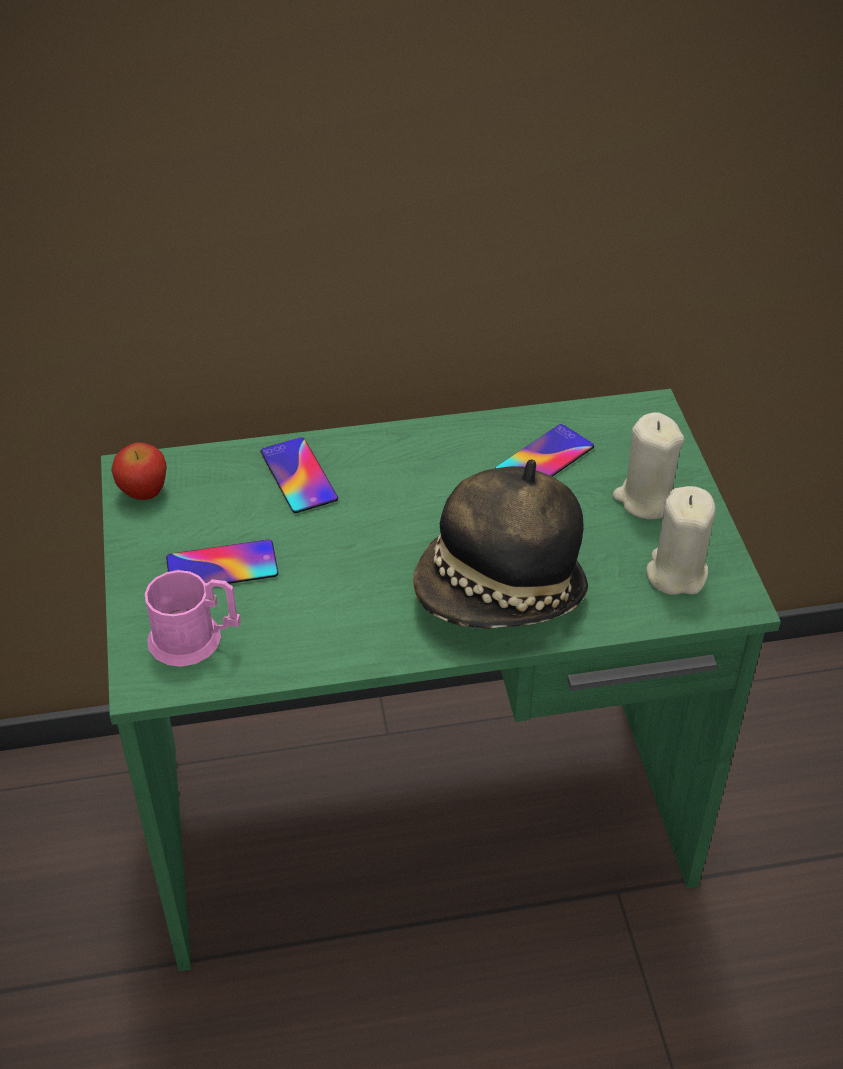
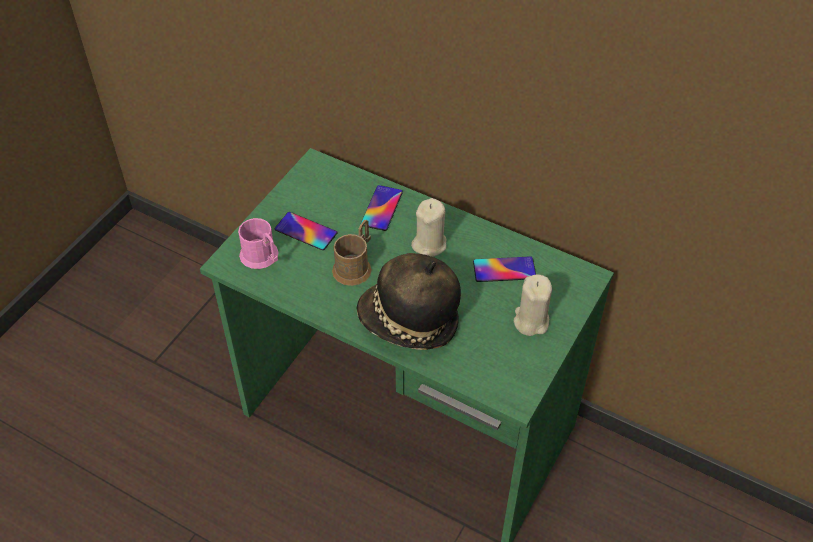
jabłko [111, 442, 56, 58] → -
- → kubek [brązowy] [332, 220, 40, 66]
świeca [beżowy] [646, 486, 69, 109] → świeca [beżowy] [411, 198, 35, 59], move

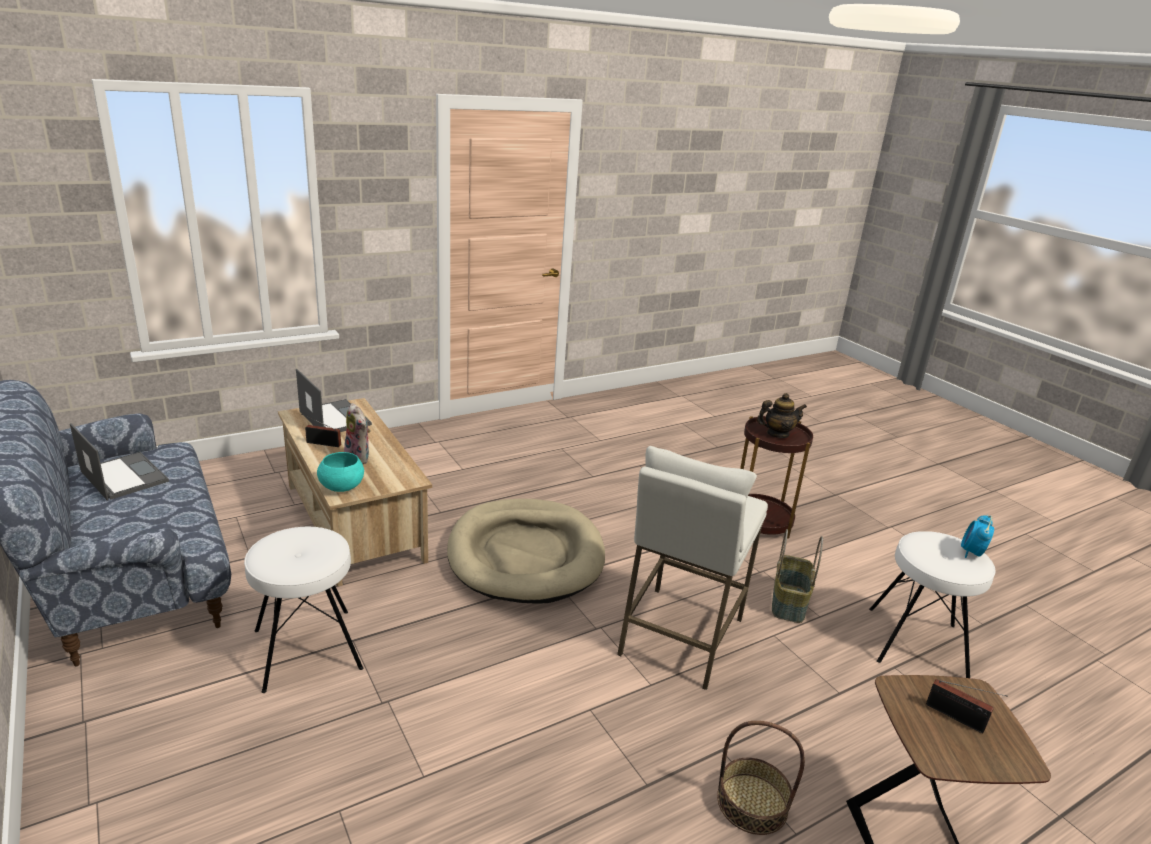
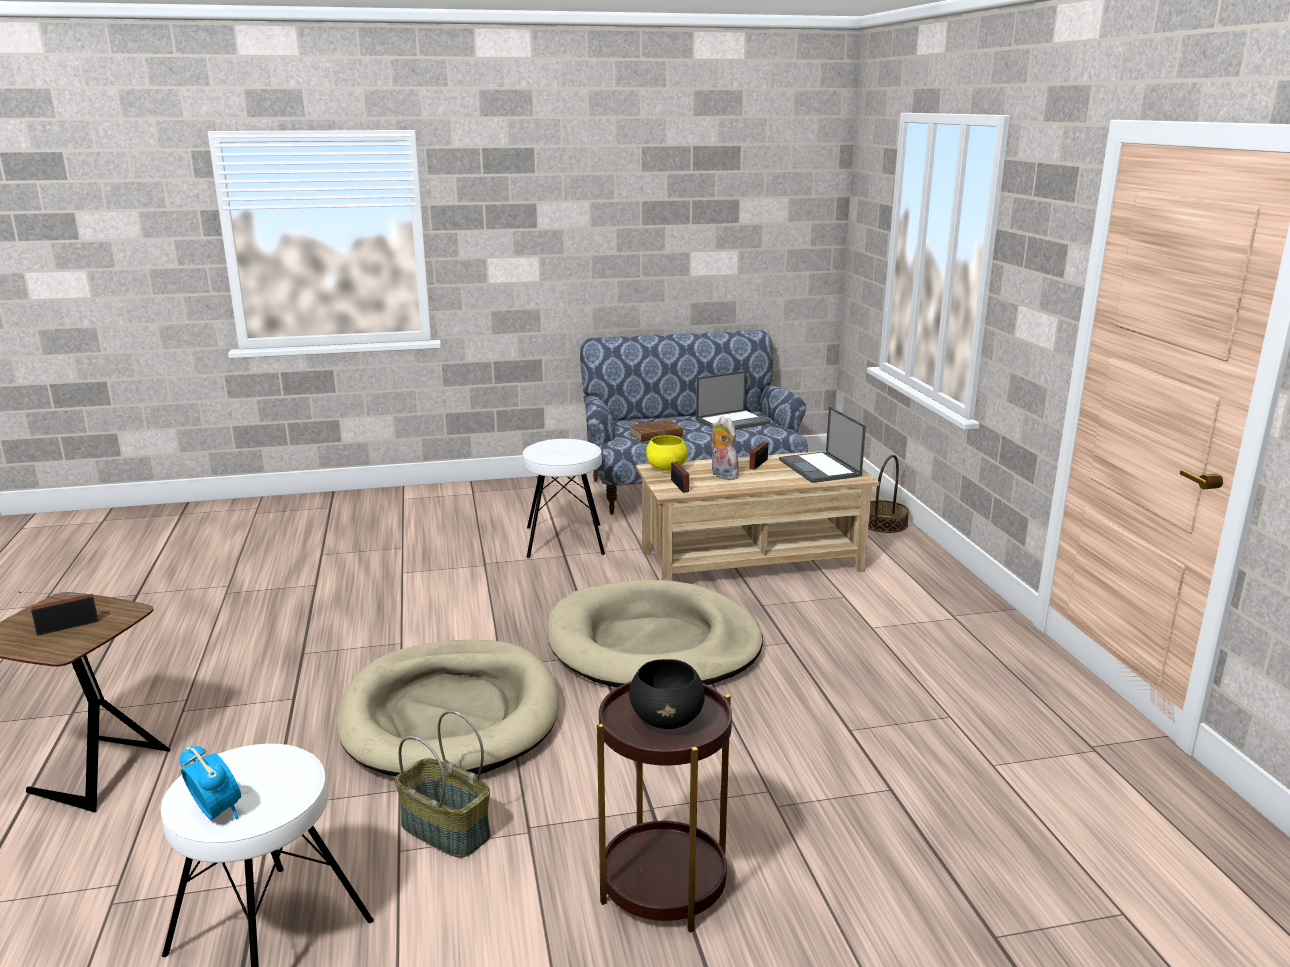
- → książka [brązowy] [629, 420, 54, 22]
- → radio [671, 461, 19, 32]
koszyk [717, 721, 88, 114] → koszyk [868, 455, 41, 78], move
stołek [biały] [617, 446, 151, 244] → legowisko [beżowy] [336, 639, 223, 137]
imbryk [757, 393, 50, 45] → miska [czarny] [629, 659, 76, 70]
miska [turkusowy] [317, 452, 47, 40] → miska [żółty] [646, 435, 42, 36]
laptop [296, 369, 76, 63] → laptop [779, 406, 87, 77], 90 degrees clockwise
pluszak [344, 403, 26, 61] → pluszak [711, 416, 28, 64], 75 degrees clockwise

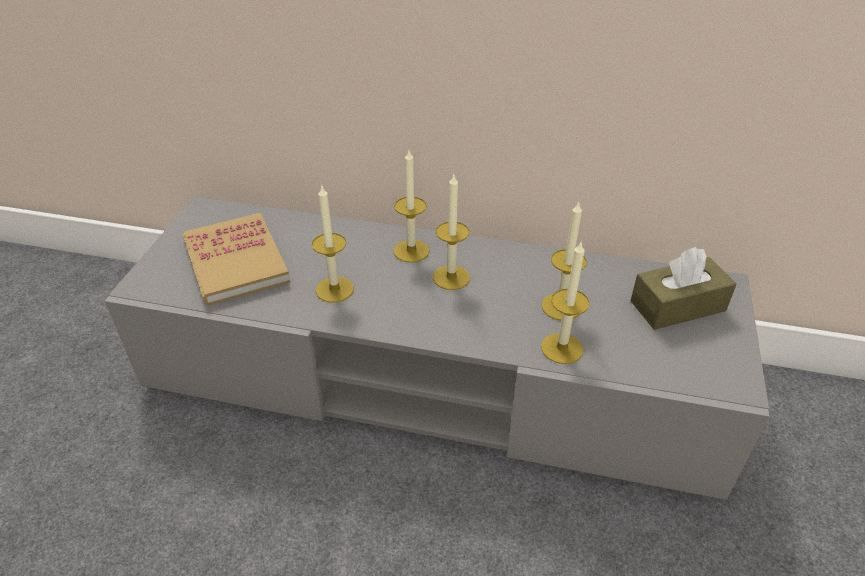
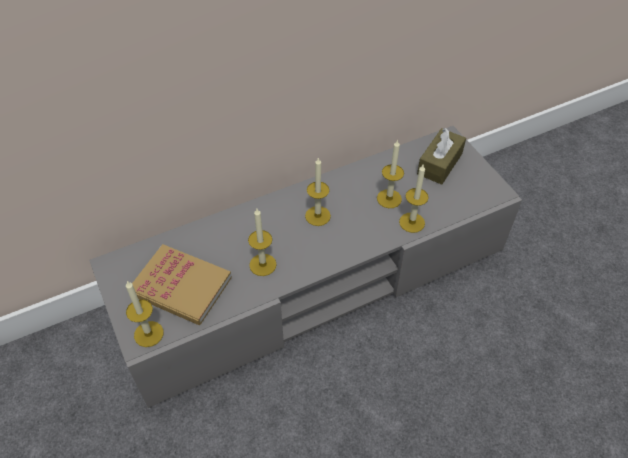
świeca [394, 150, 35, 113] → świeca [126, 281, 38, 66], move

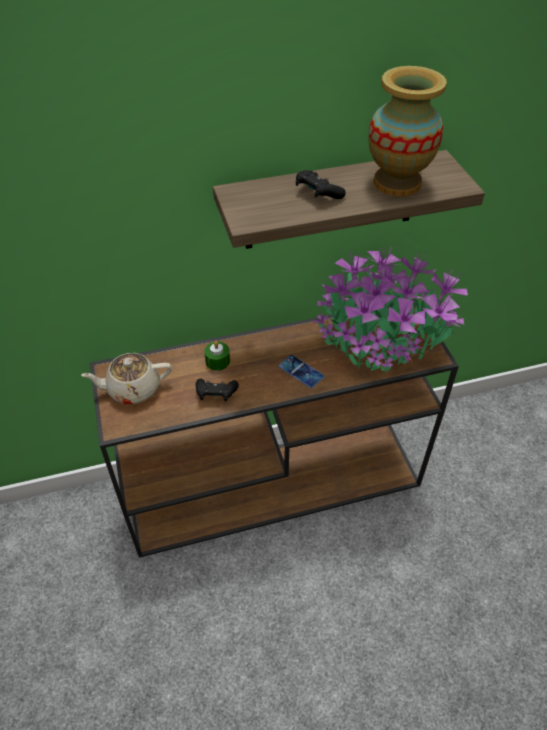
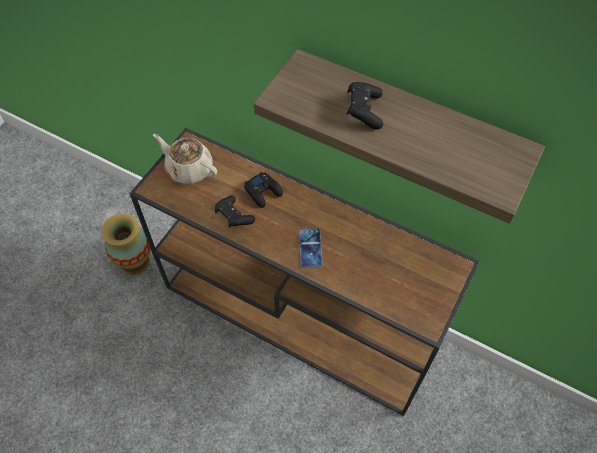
roślina doniczkowa [313, 247, 155, 125] → -
wazon [369, 66, 78, 130] → wazon [101, 213, 49, 62], move
świeca [zielony] [204, 341, 26, 30] → pad do gier [czarny] [244, 172, 39, 36]

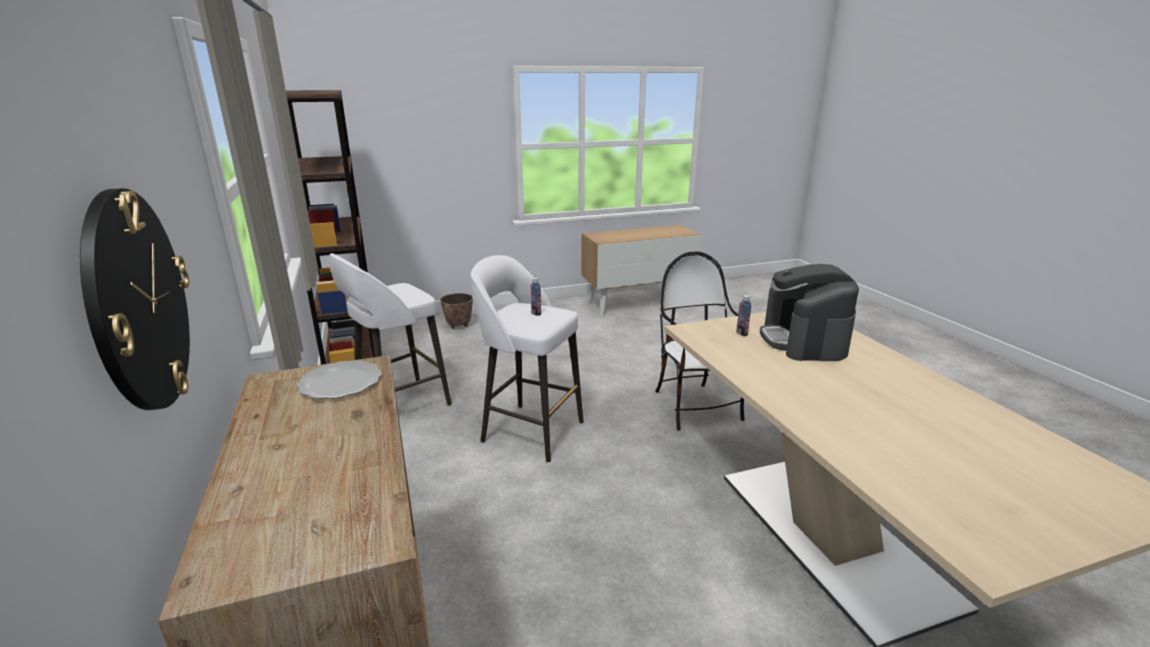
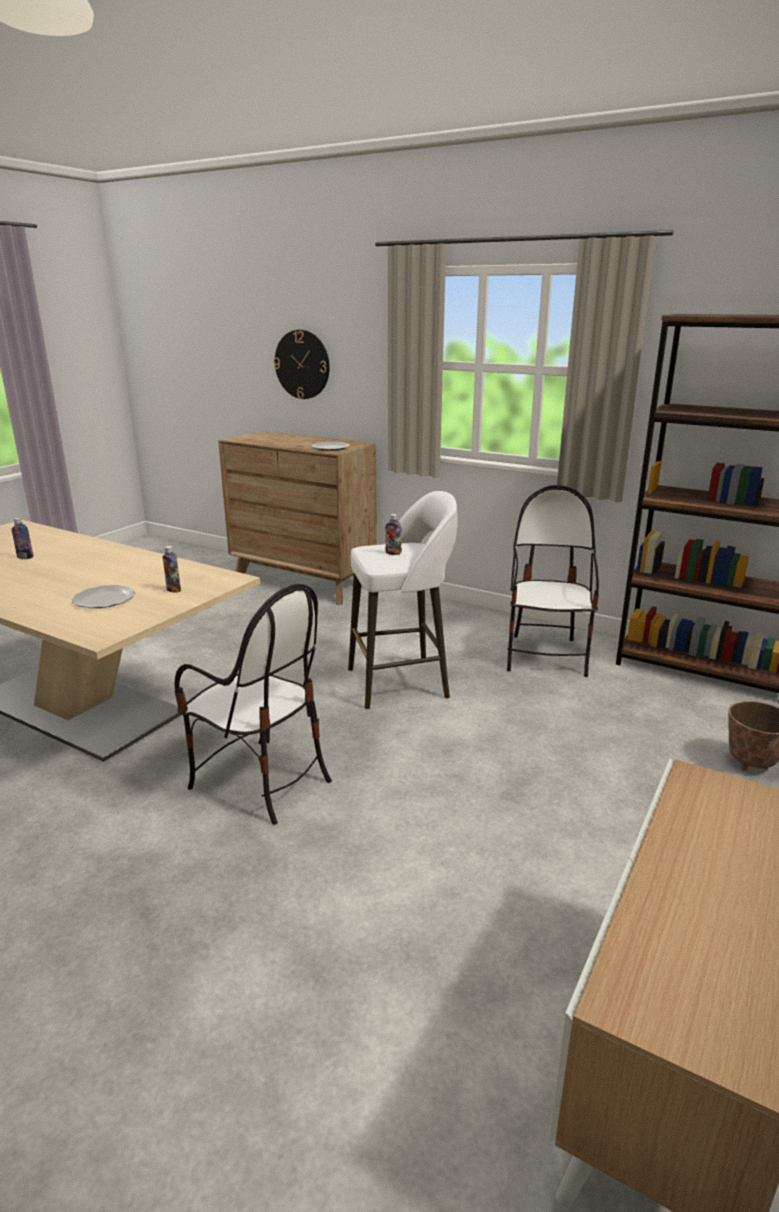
- → butelka [12, 518, 21, 41]
stołek [biały] [329, 253, 123, 153] → krzesło [507, 485, 92, 192]
ekspres do kawy [760, 264, 99, 97] → talerz [72, 585, 63, 23]

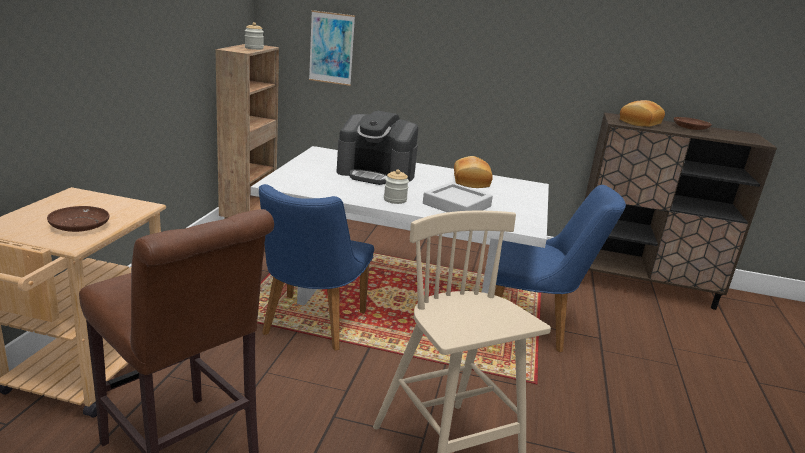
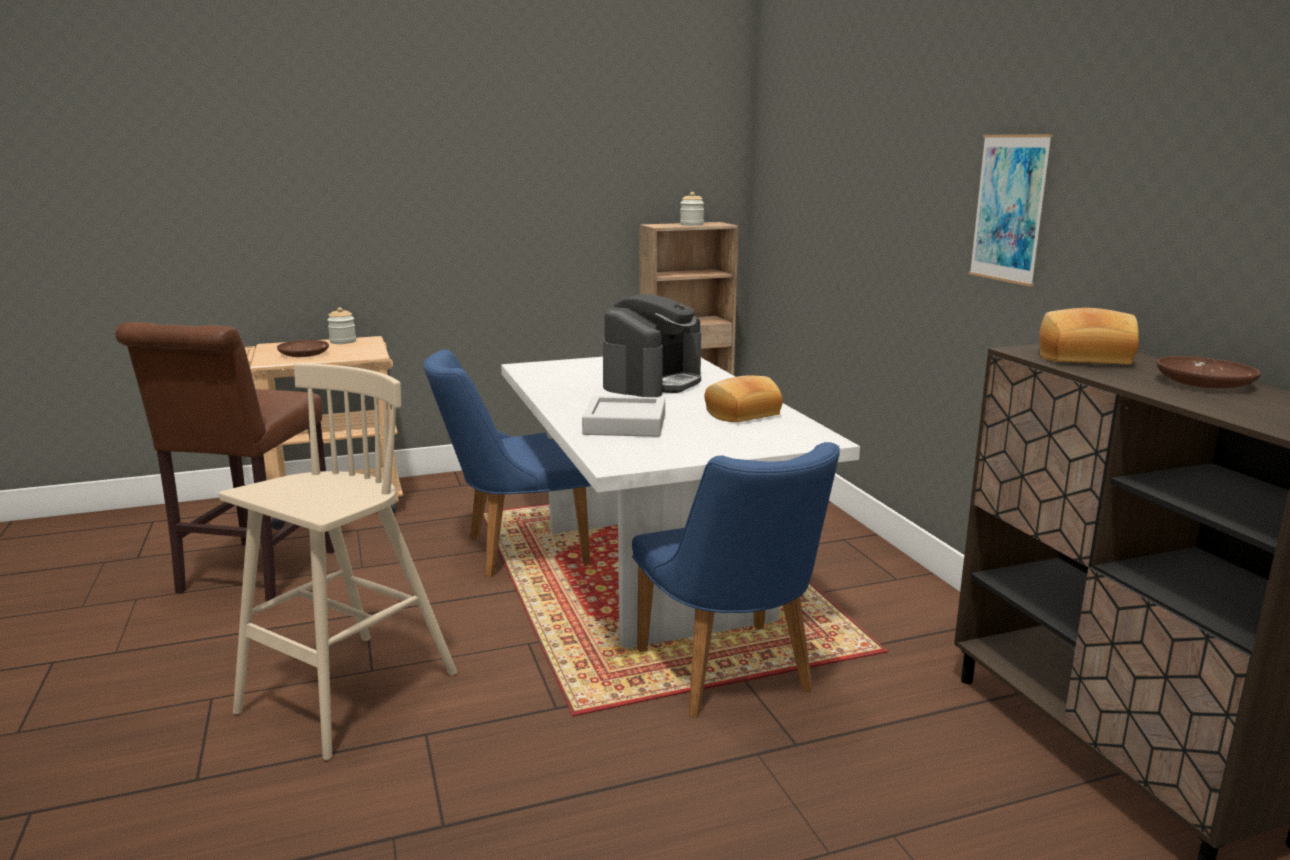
obraz [309, 10, 46, 76] → obraz [969, 134, 84, 153], move
słoik [384, 169, 25, 35] → słoik [327, 307, 29, 37], move
ekspres do kawy [337, 111, 82, 74] → ekspres do kawy [603, 294, 98, 103], 135 degrees counterclockwise

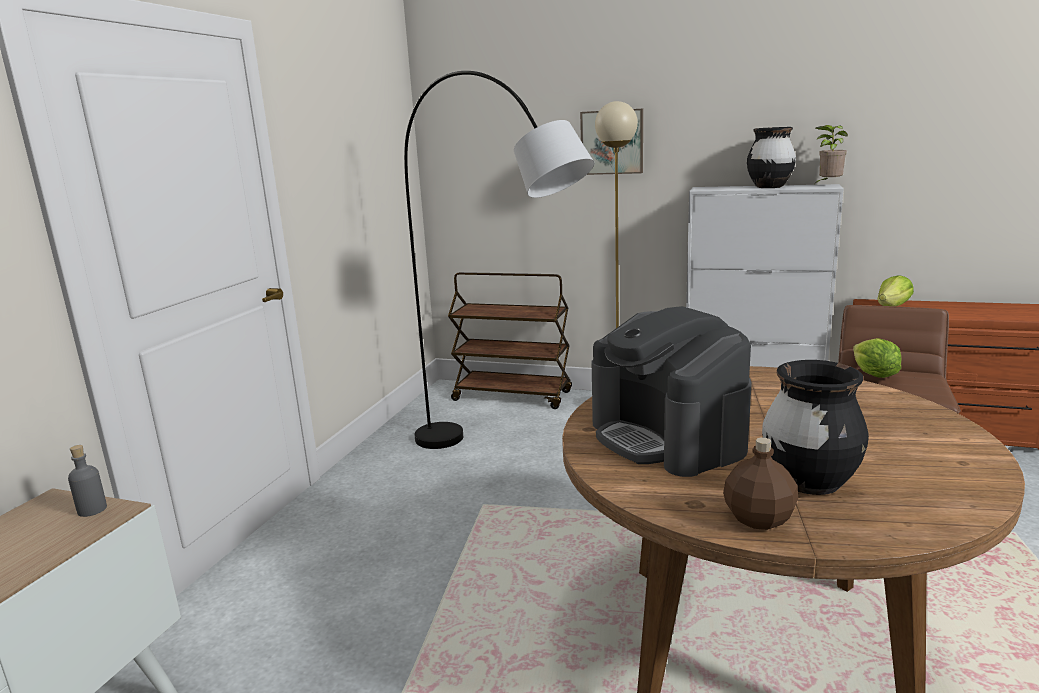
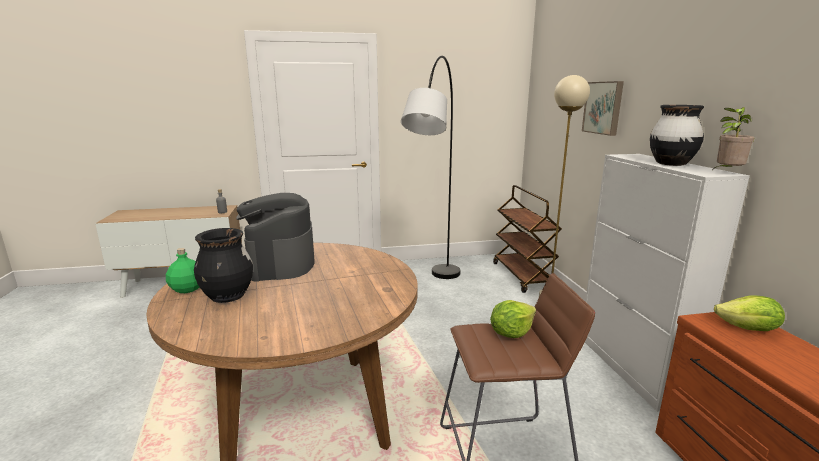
butelka [brązowy] [723, 438, 75, 92] → butelka [zielony] [166, 248, 33, 45]
ekspres do kawy [592, 306, 160, 171] → ekspres do kawy [236, 193, 79, 88], 45 degrees counterclockwise

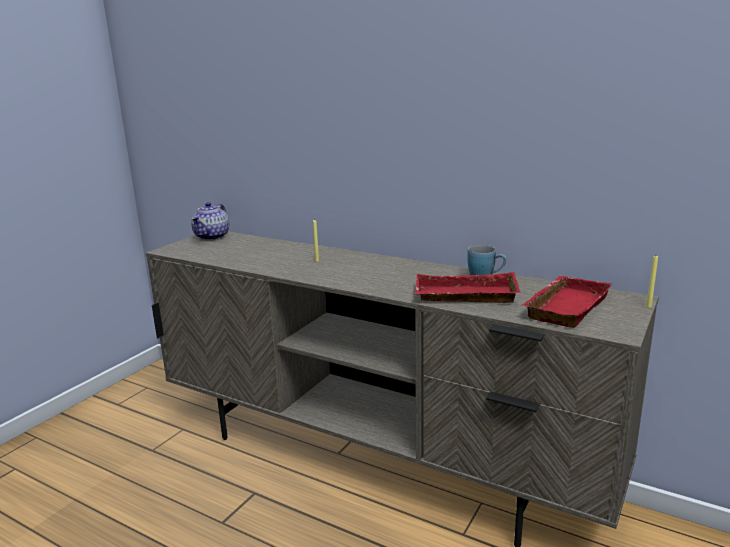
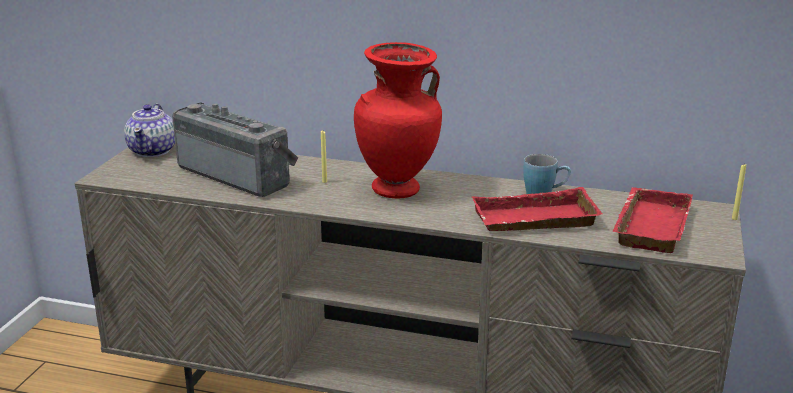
- → radio [172, 103, 126, 94]
- → wazon [czerwony] [354, 42, 88, 156]

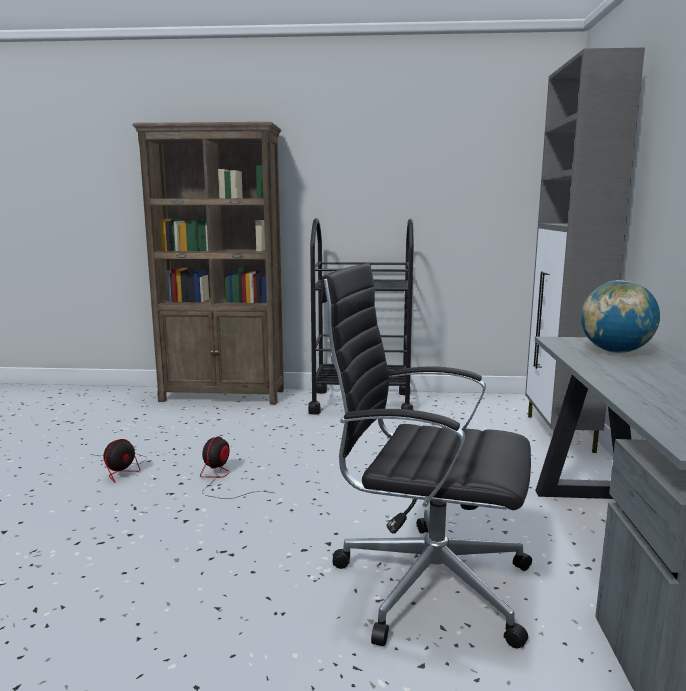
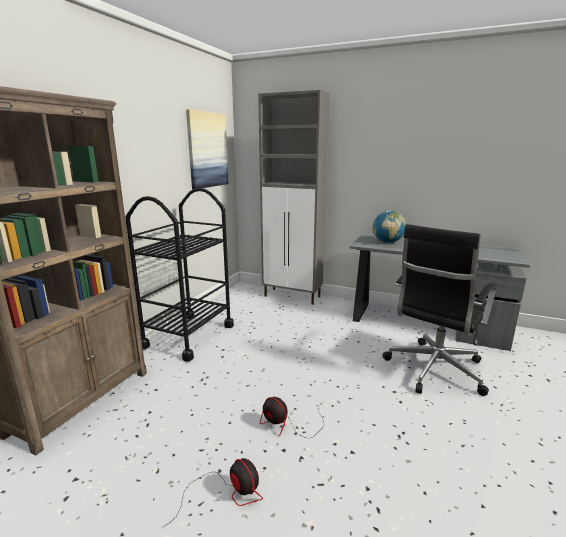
- → obraz [186, 109, 43, 80]

